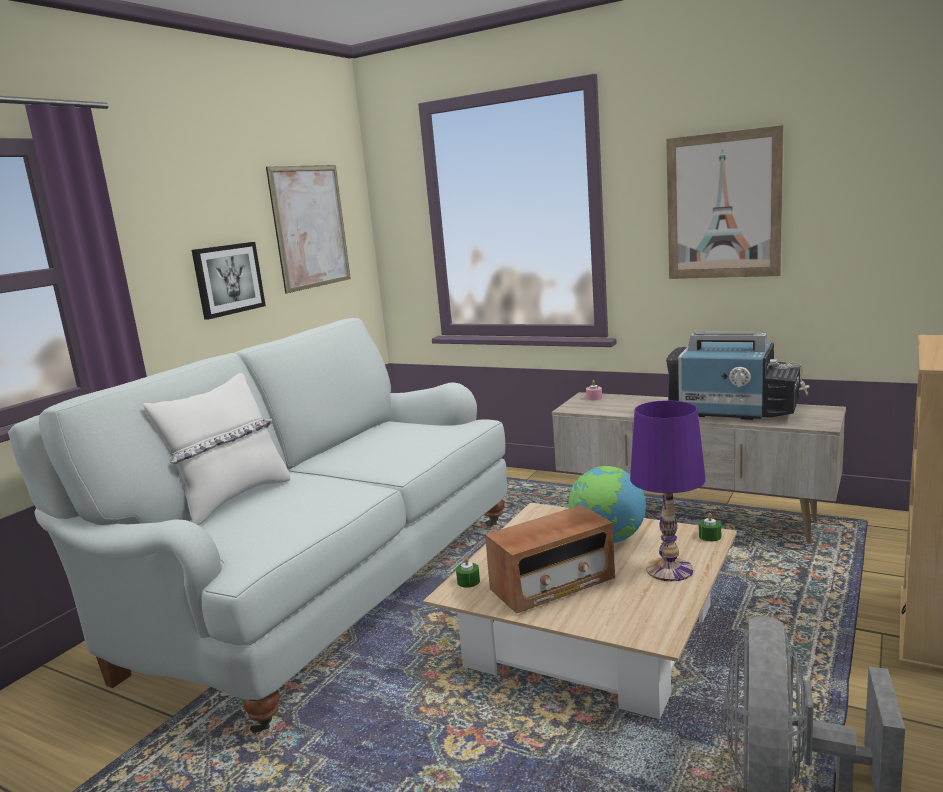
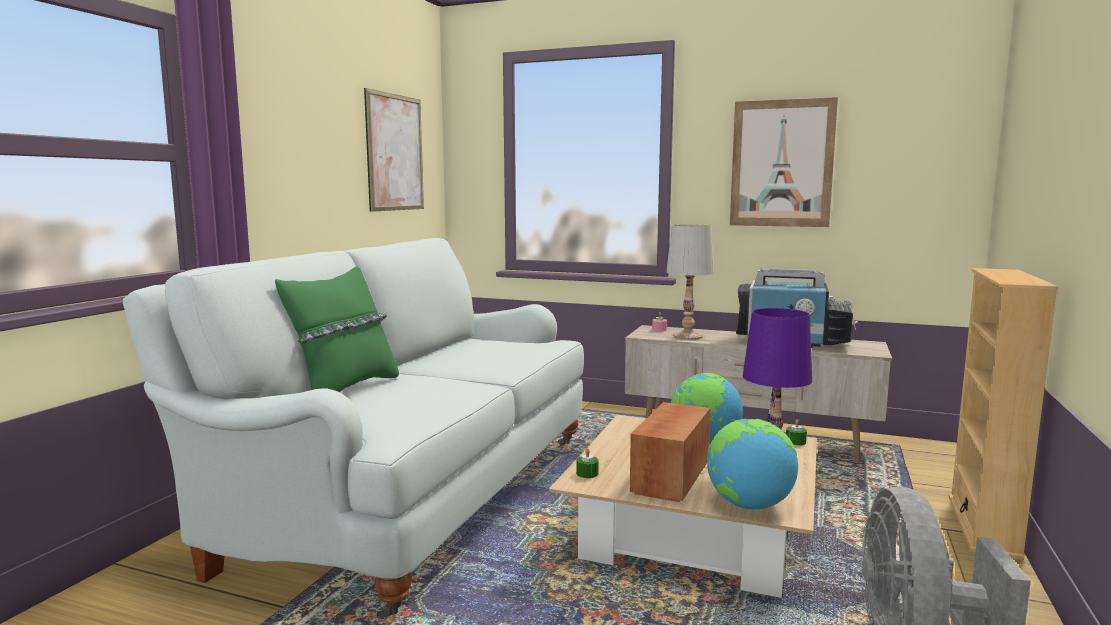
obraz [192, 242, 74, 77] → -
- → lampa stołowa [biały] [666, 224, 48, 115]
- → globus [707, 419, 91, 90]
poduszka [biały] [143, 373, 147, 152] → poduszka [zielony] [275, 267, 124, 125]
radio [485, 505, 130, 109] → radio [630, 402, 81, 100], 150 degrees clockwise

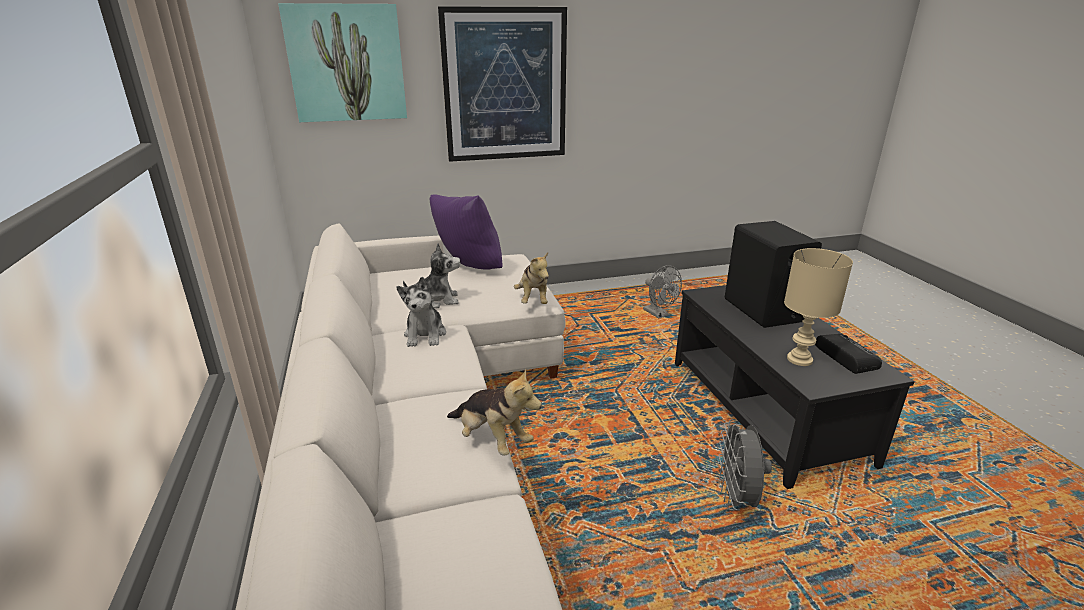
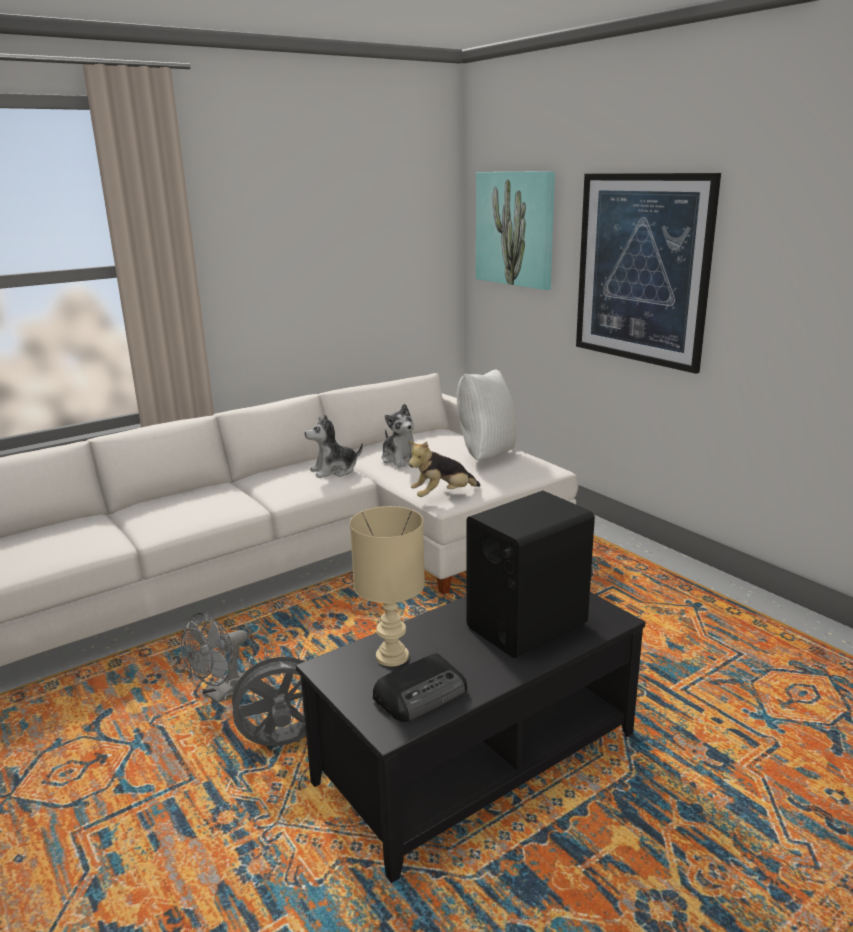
pluszak [447, 369, 95, 86] → -
wentylator [szary] [643, 265, 39, 54] → wentylator [szary] [181, 613, 67, 90], move
poduszka [fioletowy] [430, 194, 72, 76] → poduszka [biały] [457, 369, 60, 92]

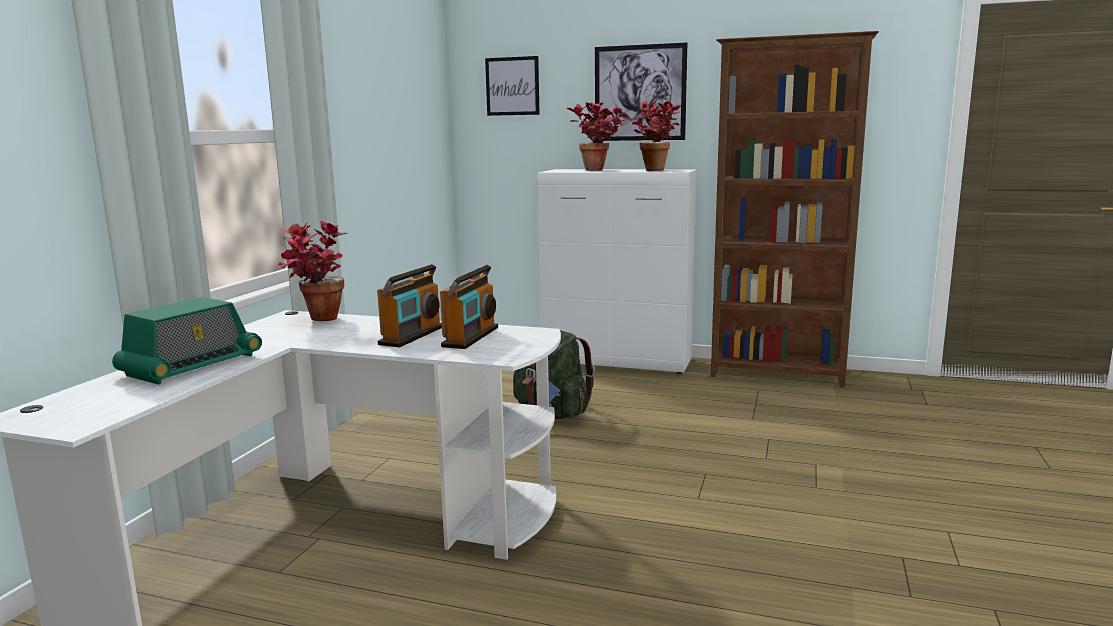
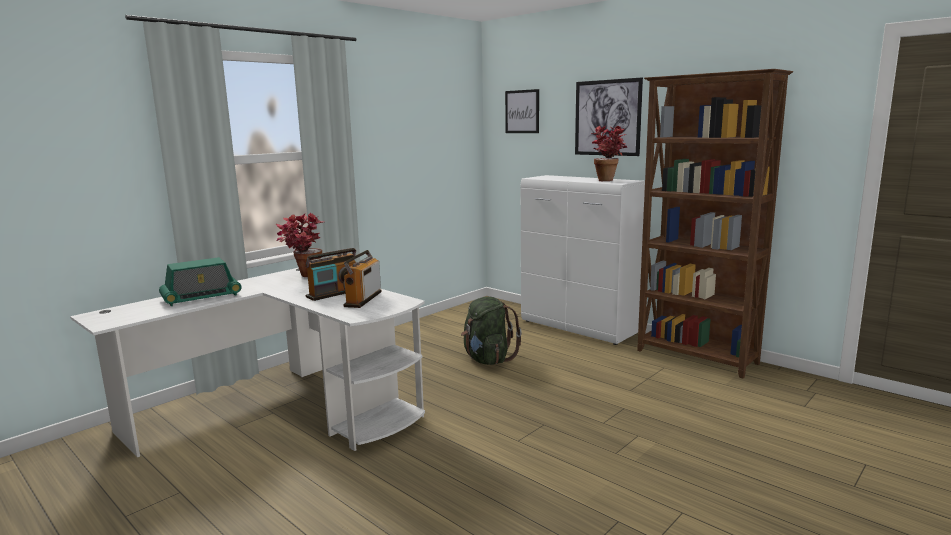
roślina doniczkowa [567, 102, 61, 69] → -
radio [440, 265, 58, 84] → radio [343, 250, 39, 58], 150 degrees clockwise

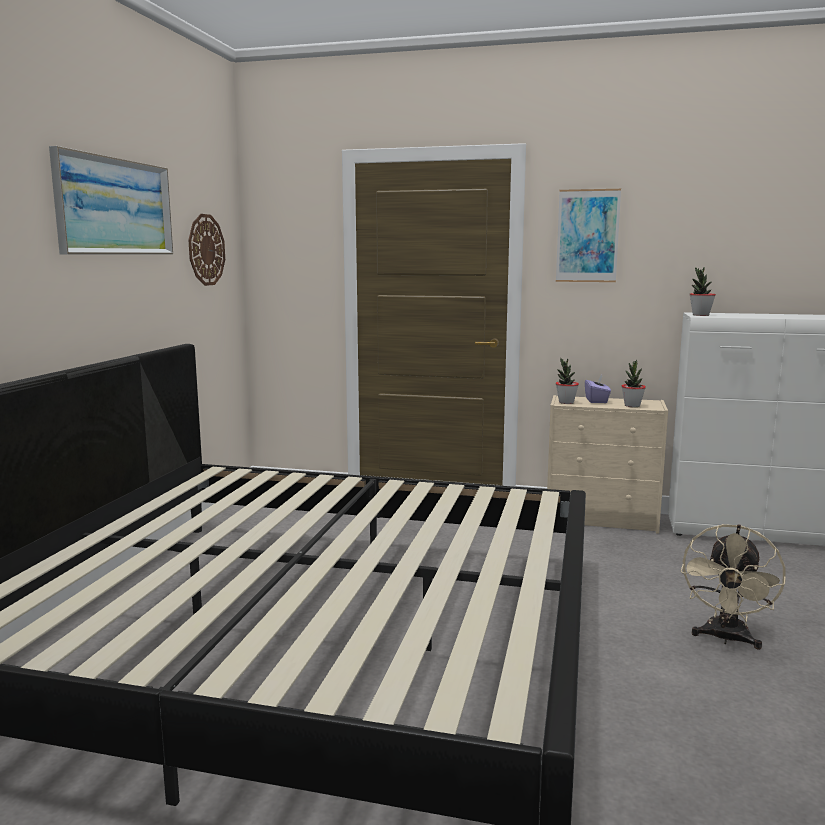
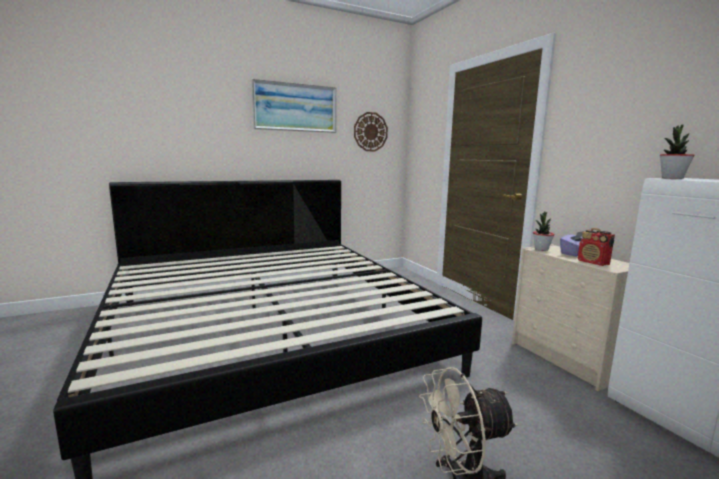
obraz [556, 189, 65, 93] → -
roślina doniczkowa [622, 360, 24, 47] → radio [578, 228, 37, 38]

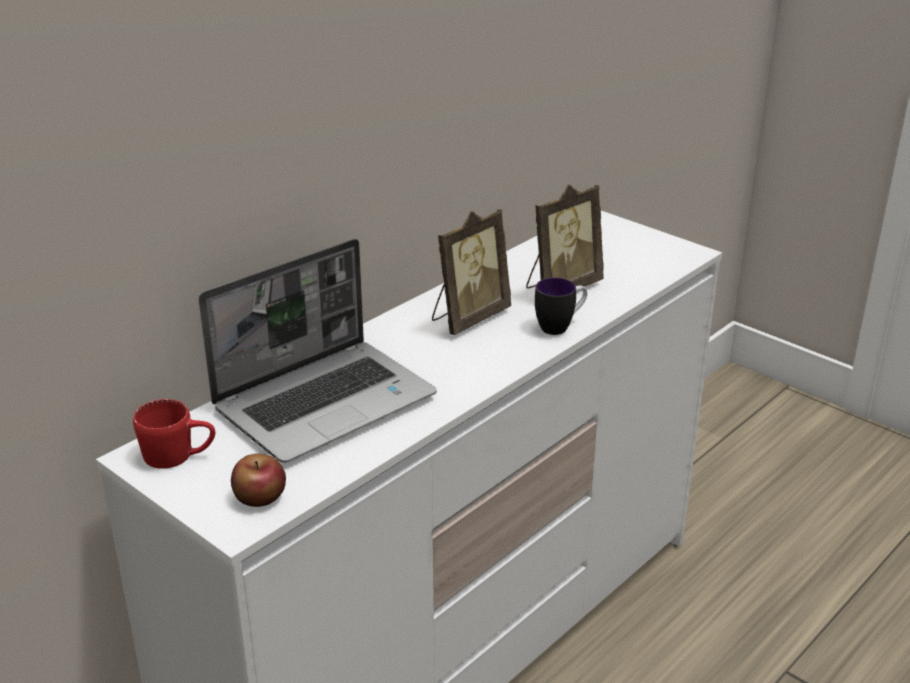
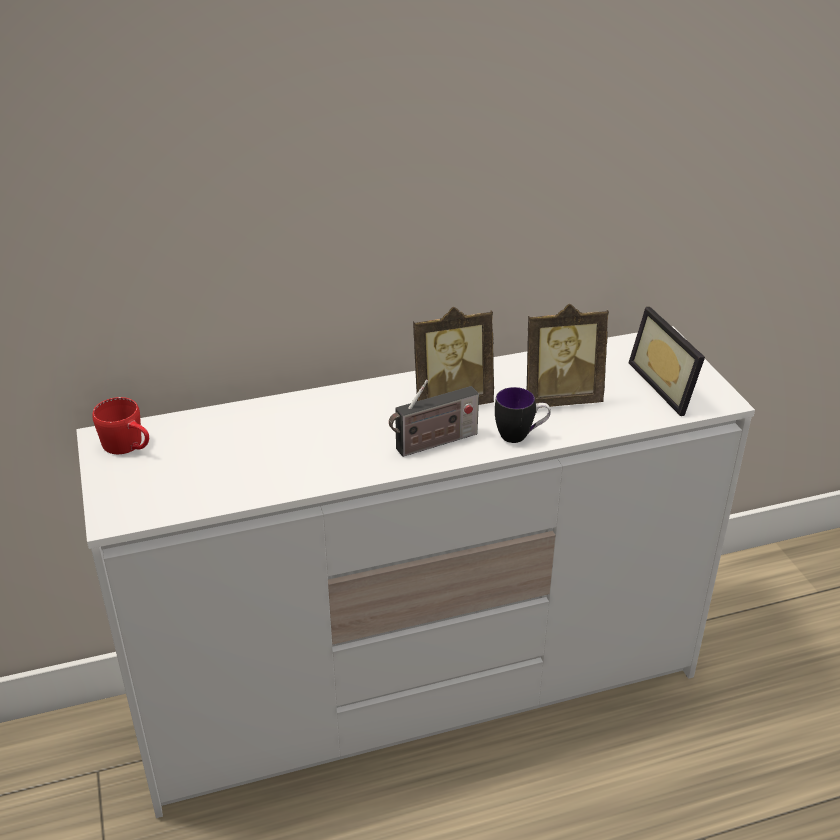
laptop [198, 239, 239, 224] → -
jabłko [231, 454, 55, 53] → -
- → radio [389, 380, 90, 77]
- → ramka na zdjęcie [628, 306, 77, 110]

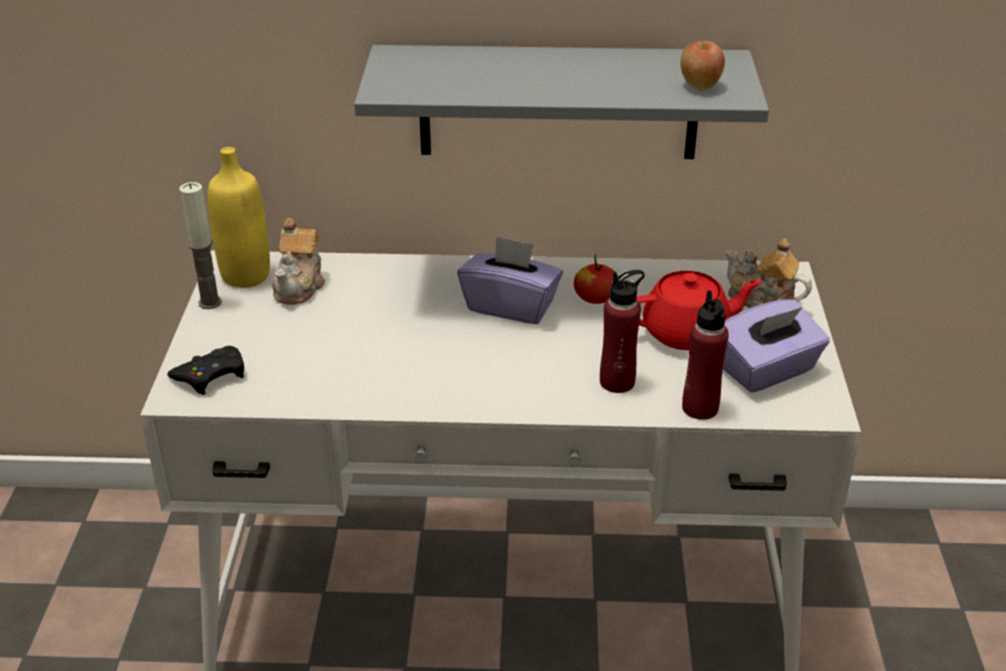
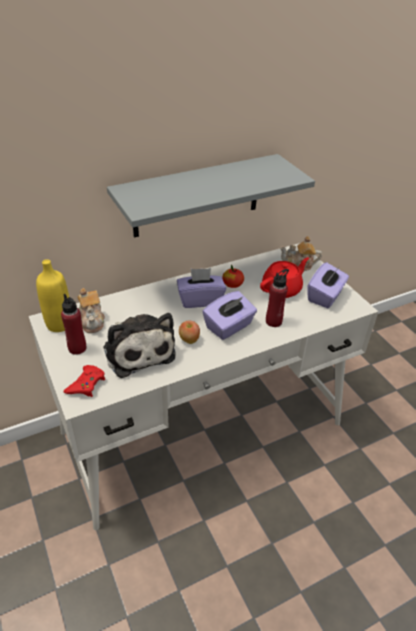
świeca [179, 182, 43, 127] → -
- → pluszak [103, 313, 73, 65]
- → pudełko chusteczek [fioletowy] [202, 291, 55, 49]
jabłko [681, 41, 44, 49] → jabłko [179, 321, 21, 23], move
butelka [czerwony] [682, 290, 47, 130] → butelka [czerwony] [61, 294, 25, 61], move
pad do gier [czarny] [167, 346, 77, 49] → pad do gier [czerwony] [63, 365, 42, 32]

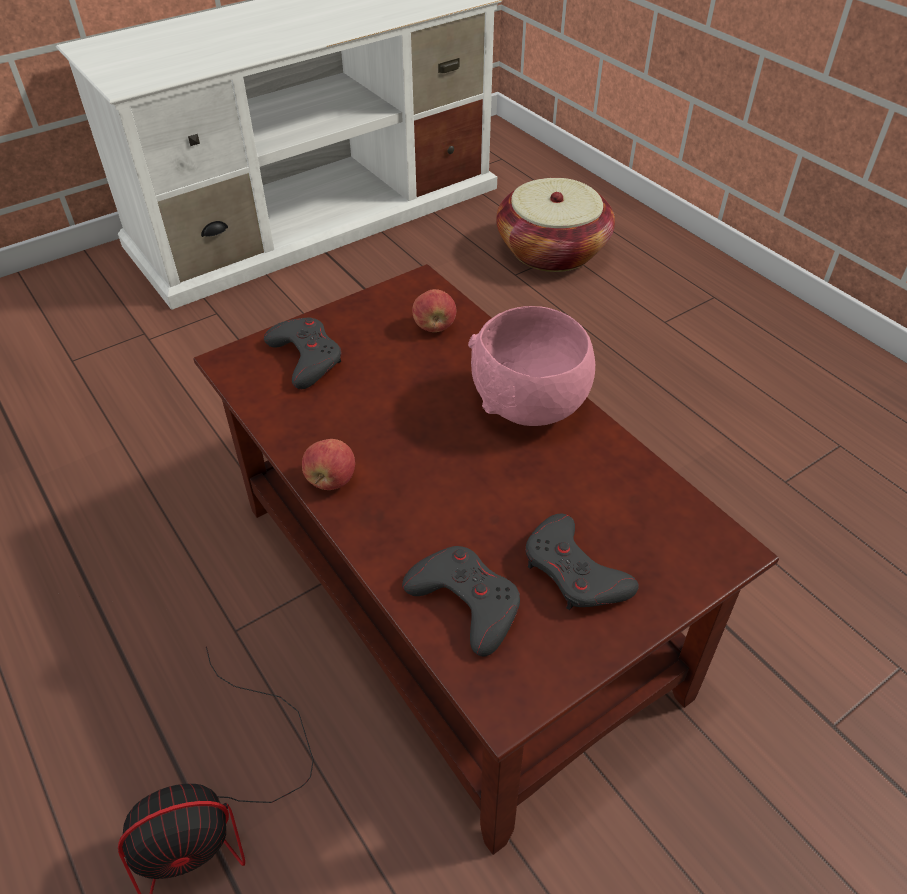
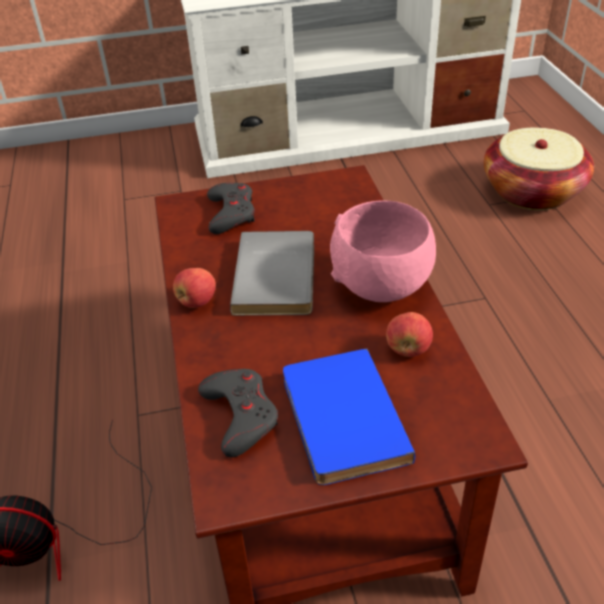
- → książka [szary] [230, 231, 84, 85]
jabłko [412, 289, 44, 43] → jabłko [386, 312, 47, 45], move
pad do gier [szary] [525, 514, 114, 96] → książka [niebieski] [283, 348, 132, 137]

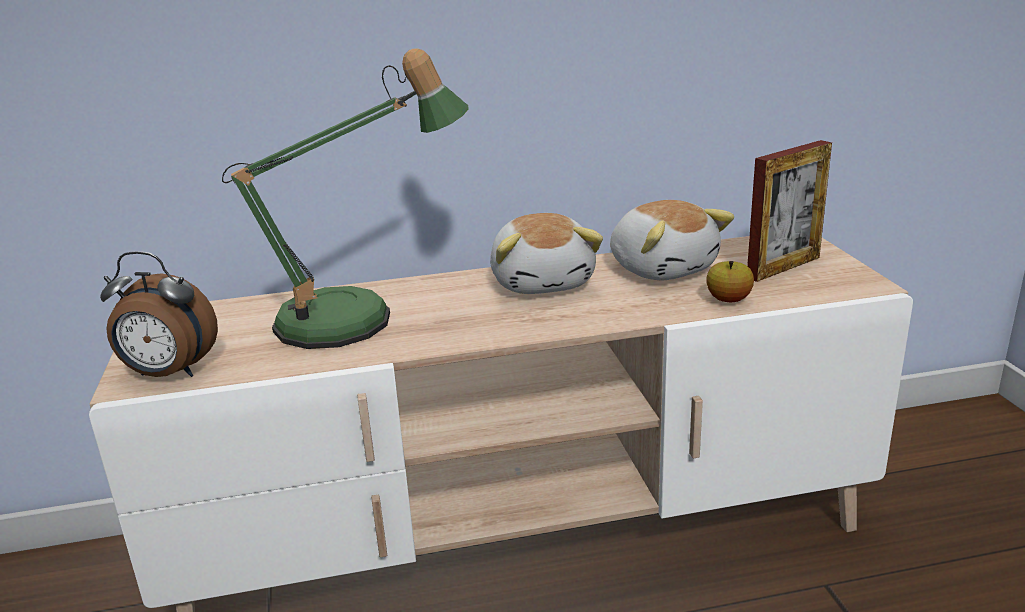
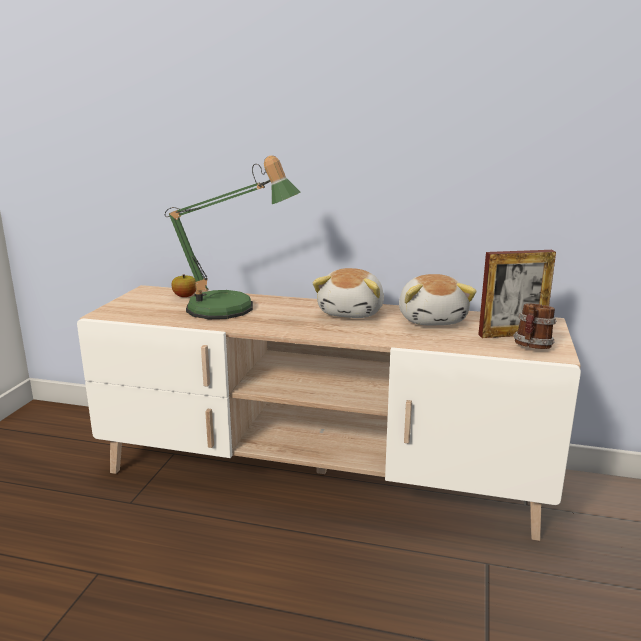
budzik [100, 251, 118, 126] → -
- → kubek [513, 303, 43, 46]
jabłko [707, 261, 47, 41] → jabłko [171, 274, 25, 23], move

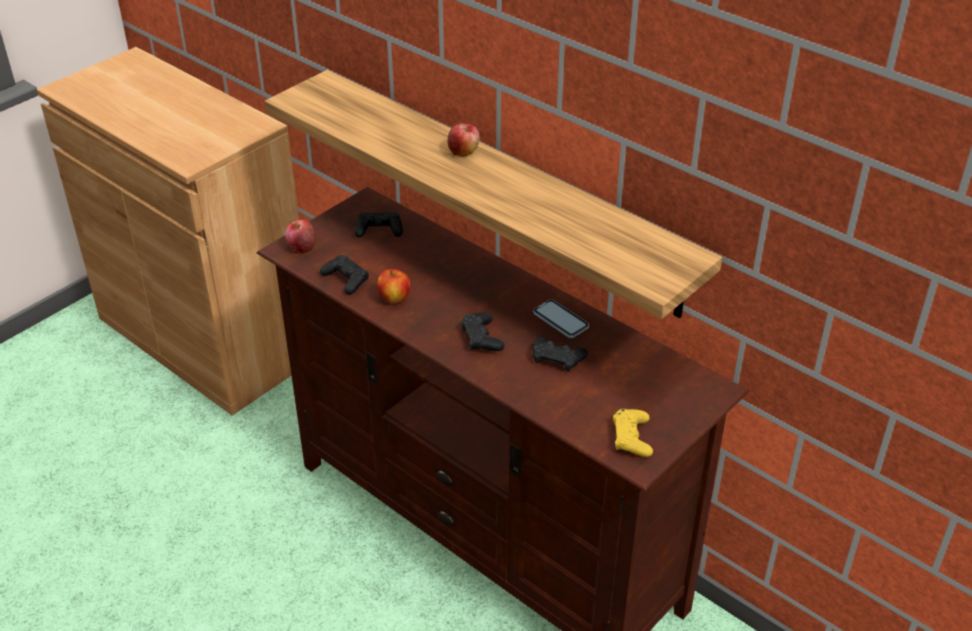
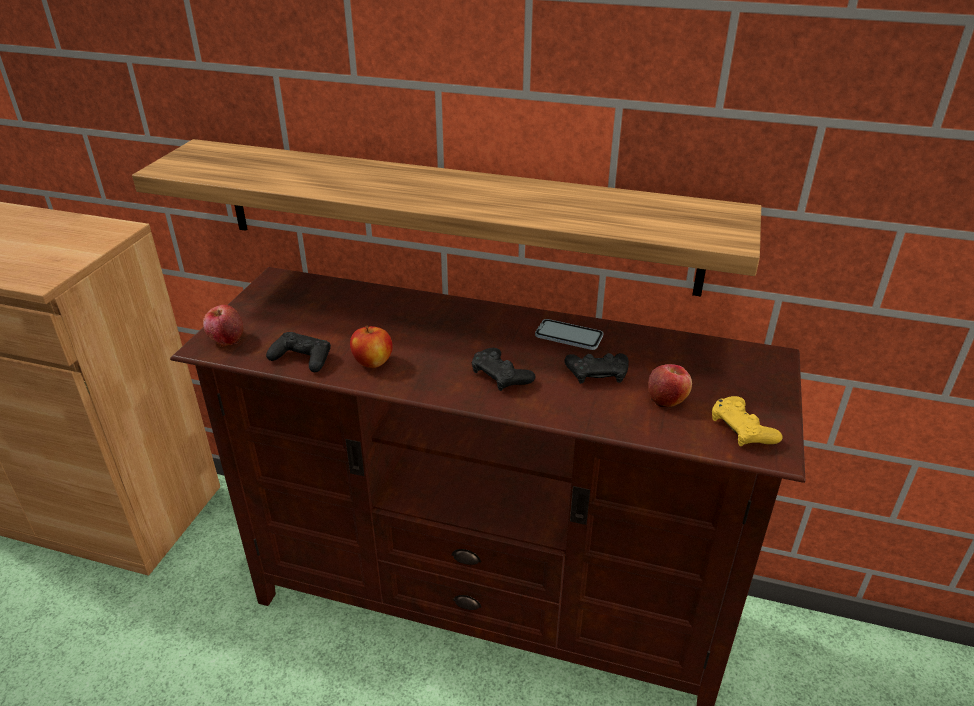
pad do gier [czarny] [354, 212, 49, 25] → -
jabłko [448, 123, 32, 33] → jabłko [648, 364, 44, 43], move

